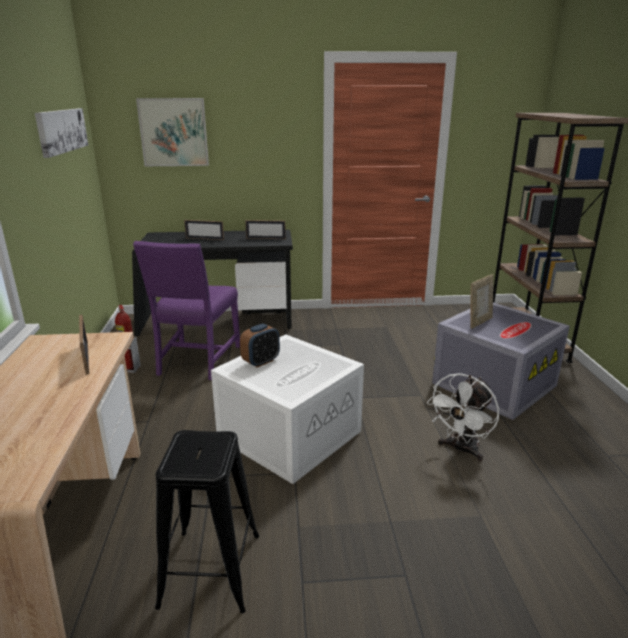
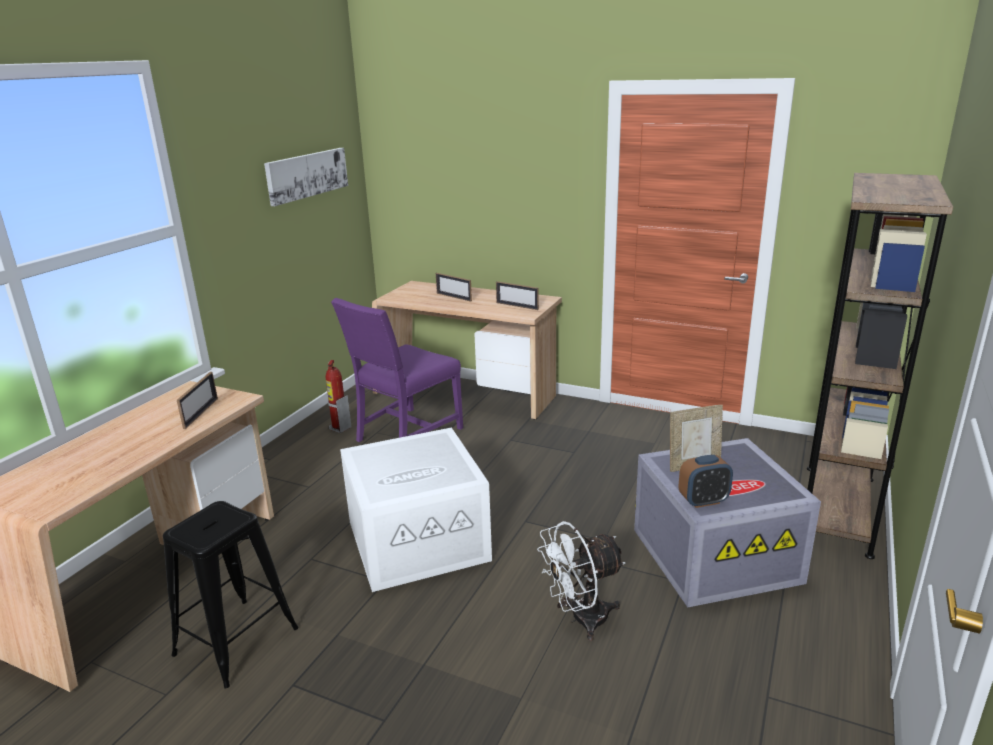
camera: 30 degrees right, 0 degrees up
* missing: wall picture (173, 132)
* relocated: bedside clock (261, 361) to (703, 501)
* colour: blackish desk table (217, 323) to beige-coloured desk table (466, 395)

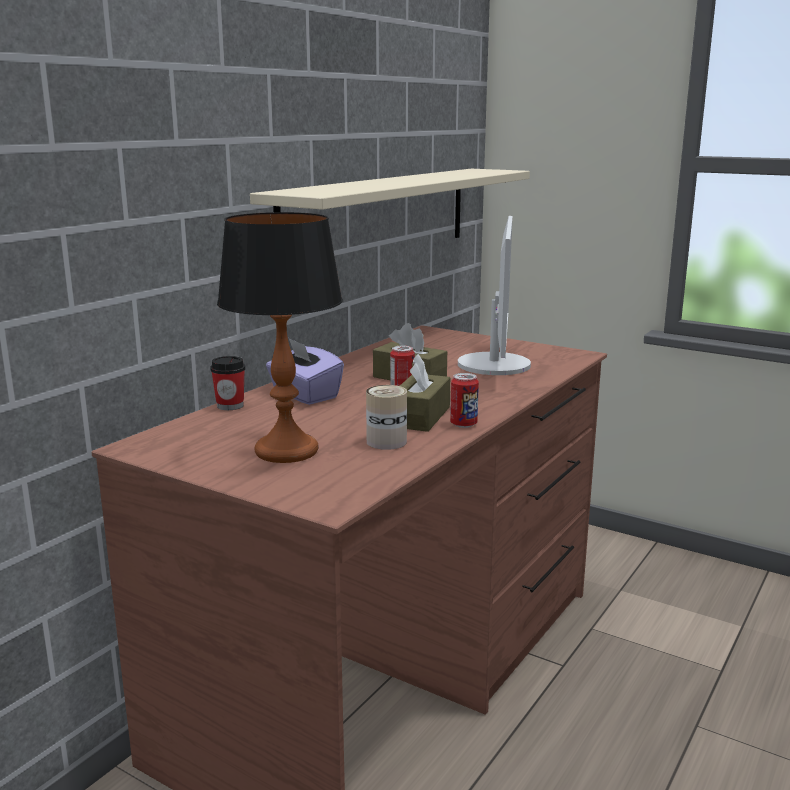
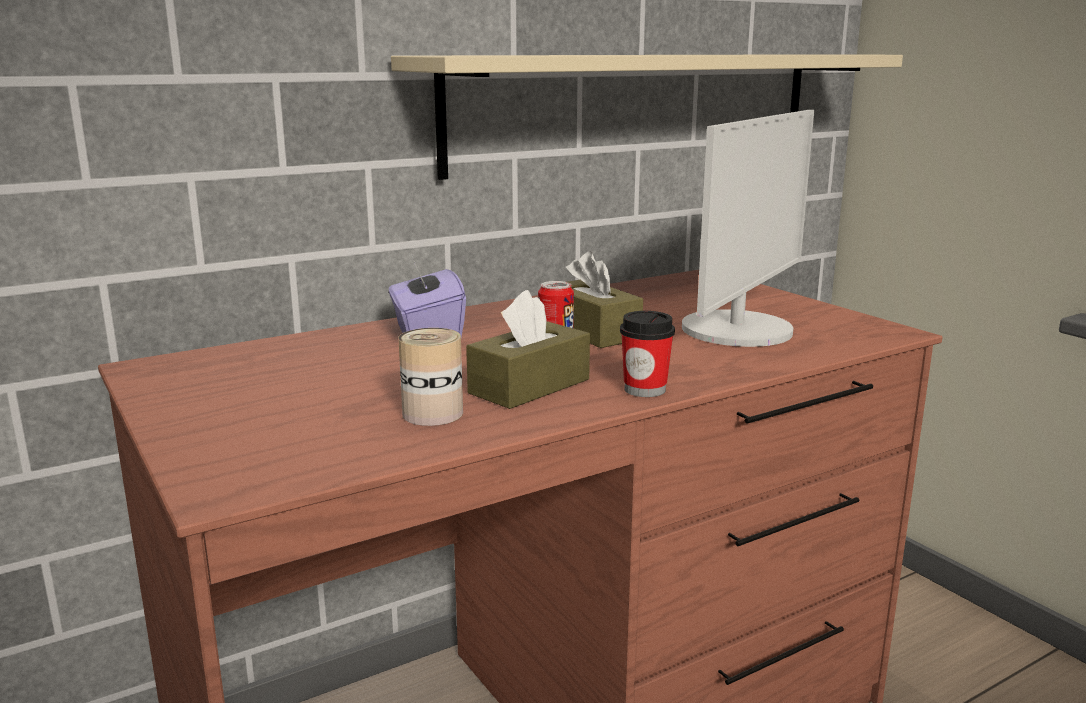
camera: 25 degrees right, 0 degrees up
* missing: tabletop lamp (286, 451)
* missing: sealed can (463, 424)
* relocated: cup (230, 406) to (645, 389)

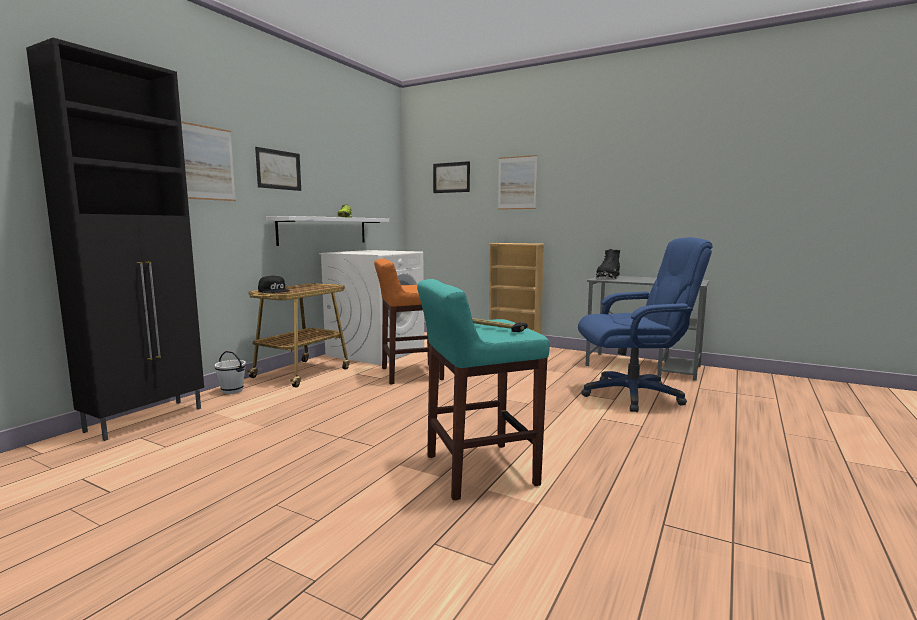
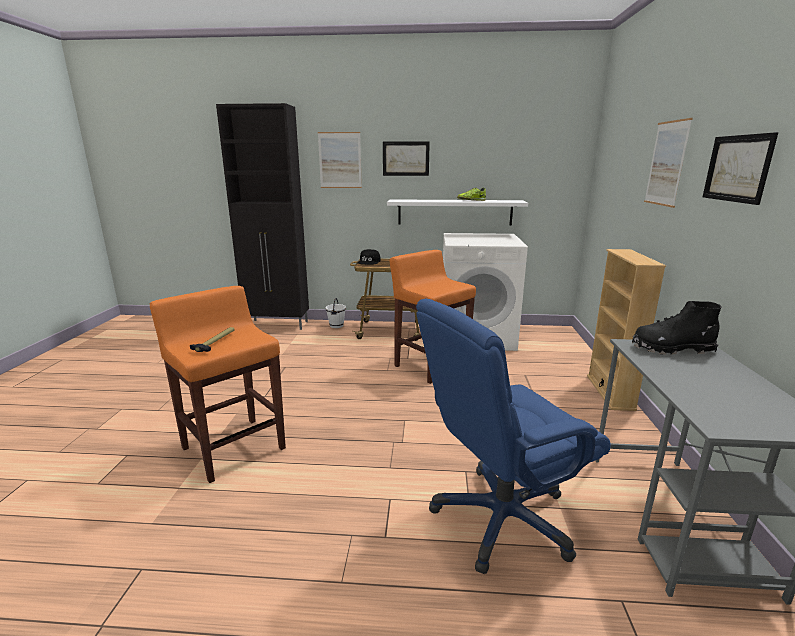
camera: 65 degrees right, 10 degrees up
* relocated: wall picture (451, 177) to (737, 168)
* colour: turquoise-coloured stool seat (478, 470) to orange-coloured stool seat (233, 447)
* spun: blue office chair (633, 395) = (501, 519) 90 degrees clockwise

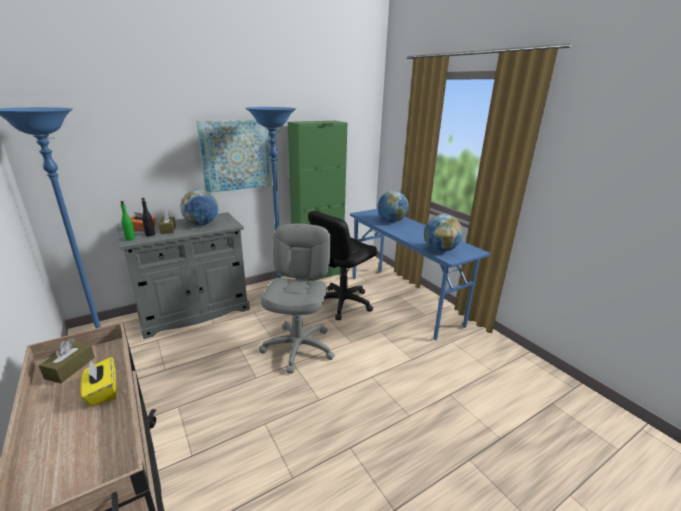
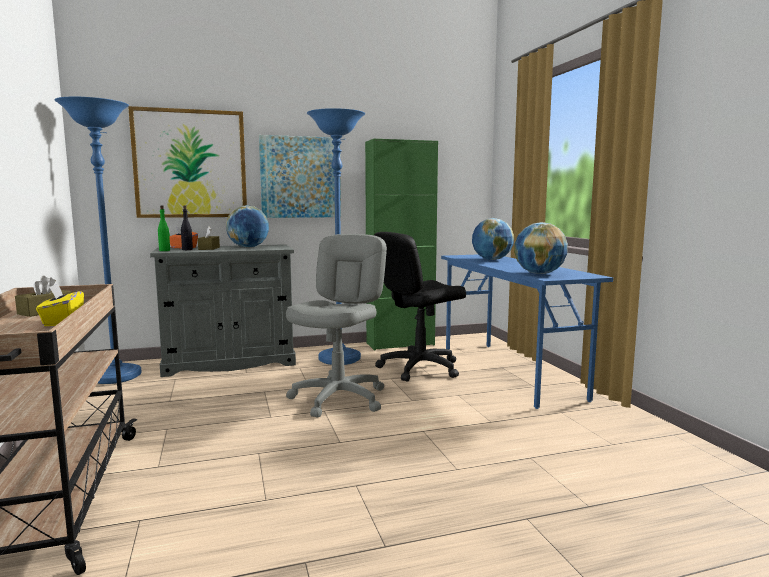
camera: 15 degrees right, 15 degrees down
* appeared: wall picture (190, 164)

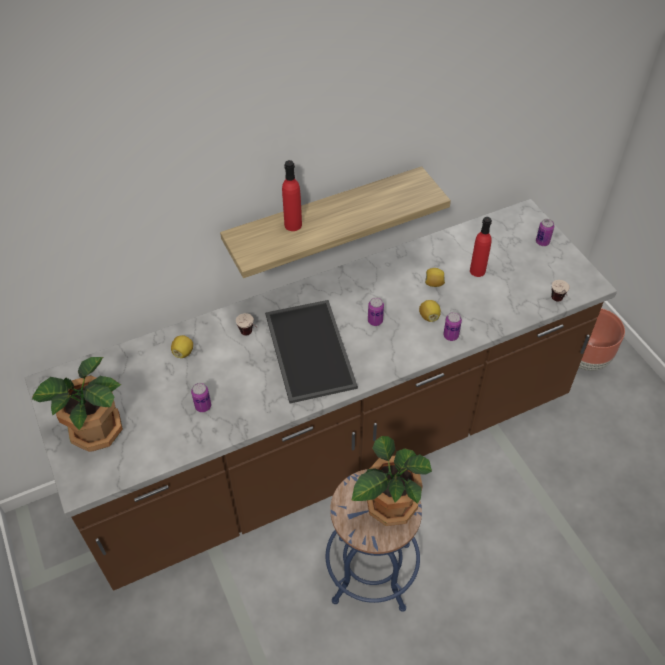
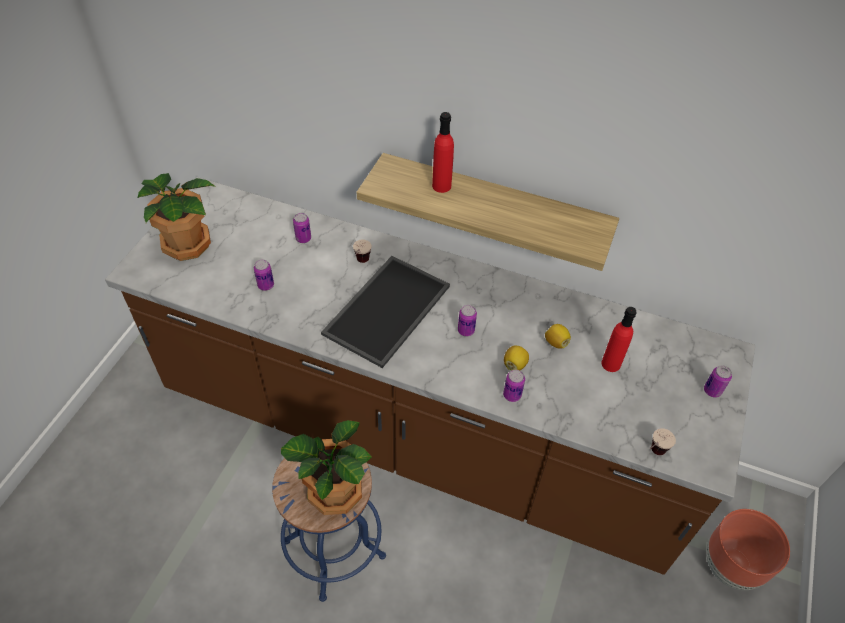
camera: 45 degrees right, 0 degrees up
* exchanged: citrus fruit (183, 352) to sealed can (303, 238)

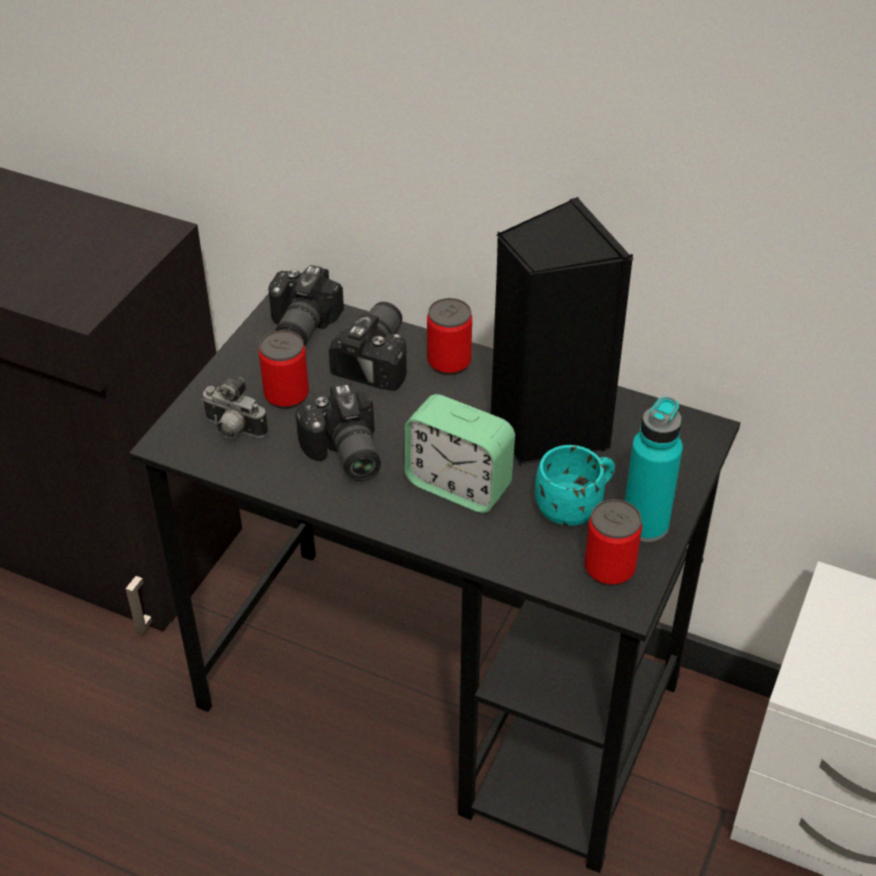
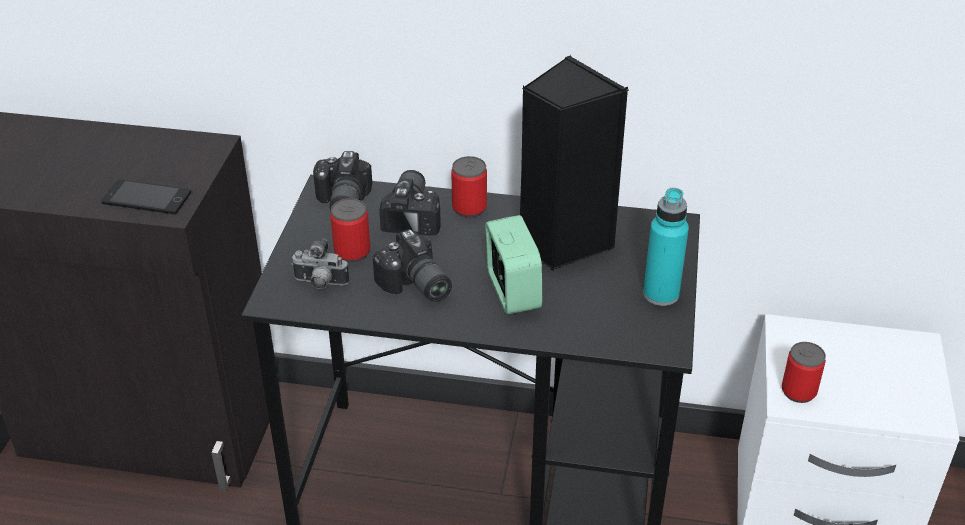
camera: 15 degrees left, 5 degrees down
* missing: turquoise-coloured coffee mug (575, 506)
* appeared: phone (146, 198)
* relocated: sealed can (609, 568) to (798, 391)
* spun: bedside clock (458, 485) = (512, 292) 120 degrees counterclockwise

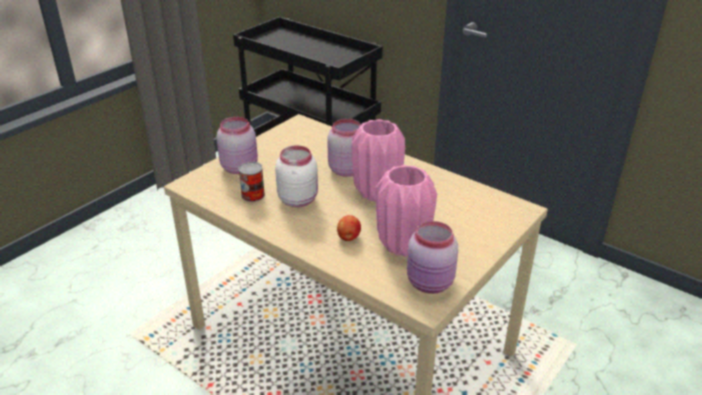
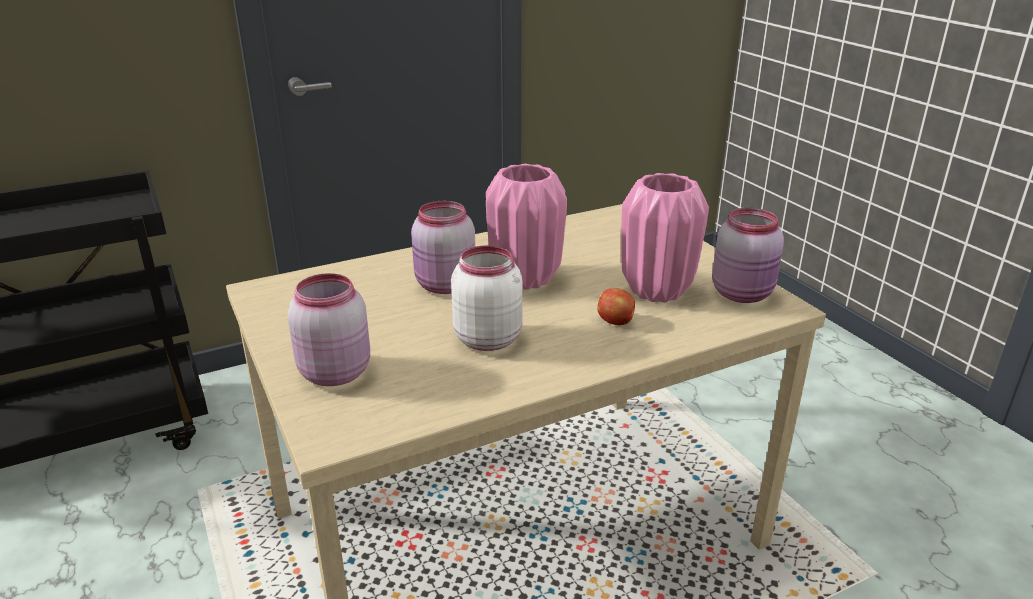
camera: 65 degrees left, 5 degrees down
* missing: sealed can (253, 195)

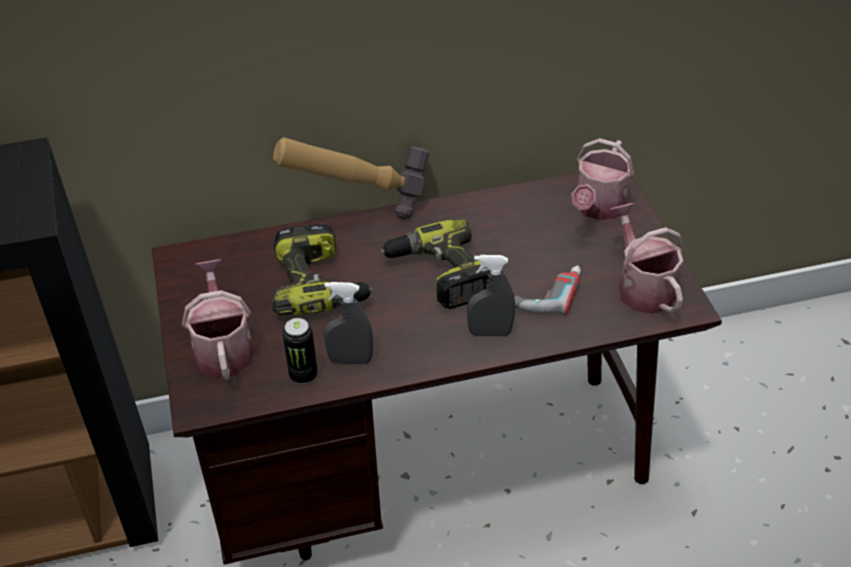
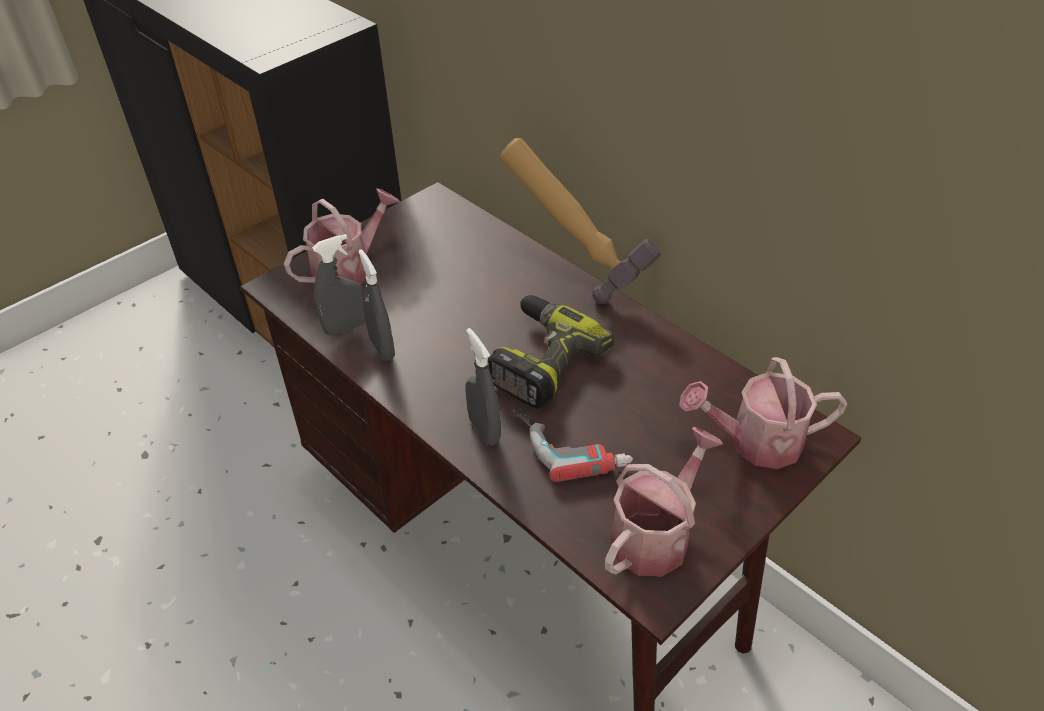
camera: 60 degrees right, 0 degrees up
* missing: electric drill (320, 284)
* exchanged: sealed can (303, 375) to grey hand sprayer (345, 328)

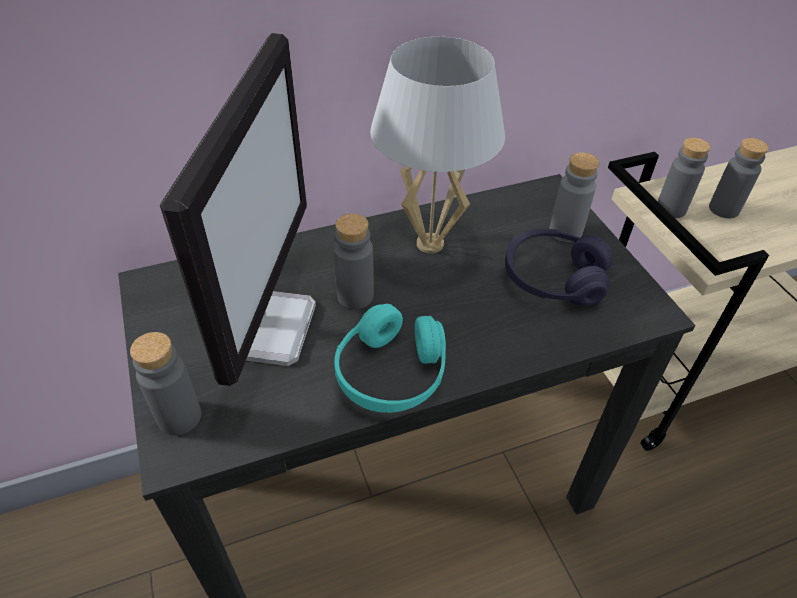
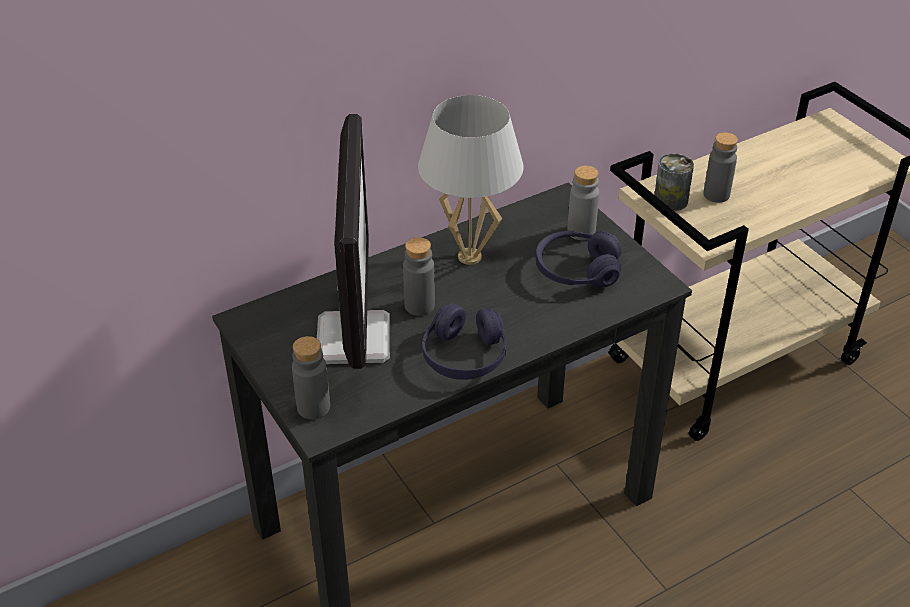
camera: 10 degrees left, 5 degrees down
* exchanged: grey drink bottle (670, 209) to sealed can (670, 200)
* colour: turquoise-coloured headset (391, 373) to purplish headset (464, 356)

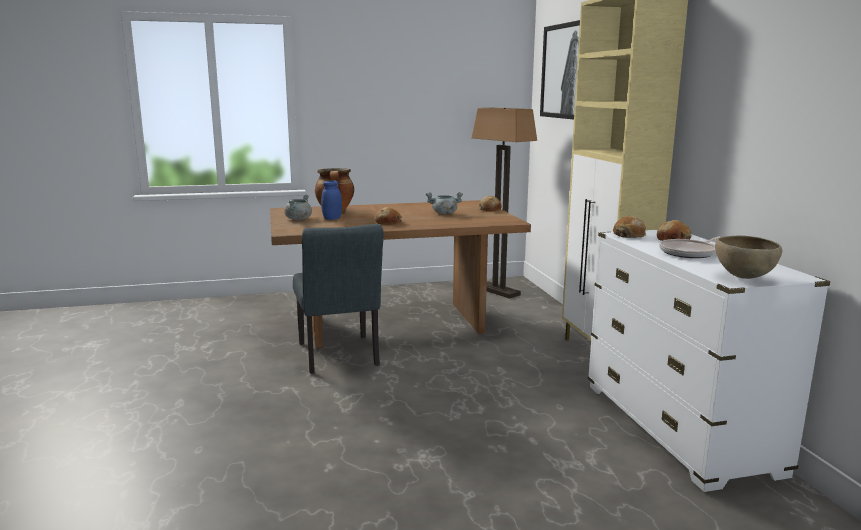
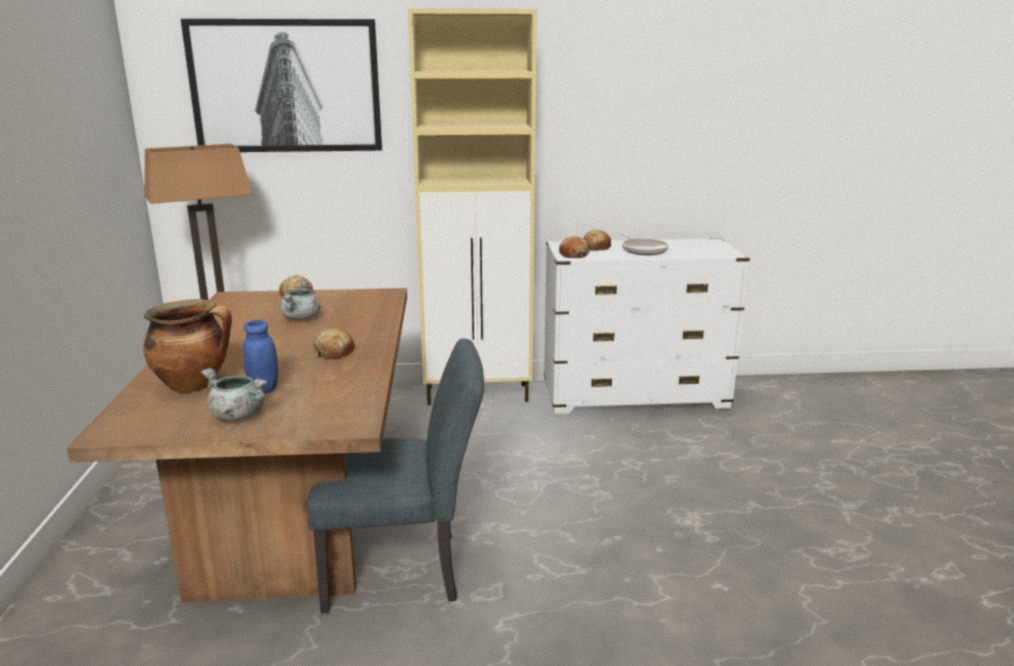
camera: 80 degrees left, 5 degrees up
* missing: brown serving bowl (743, 278)

